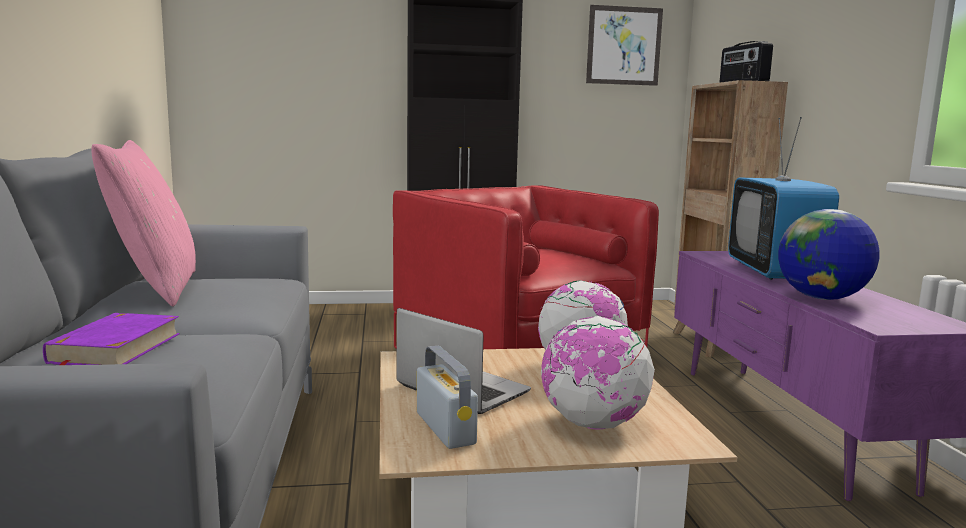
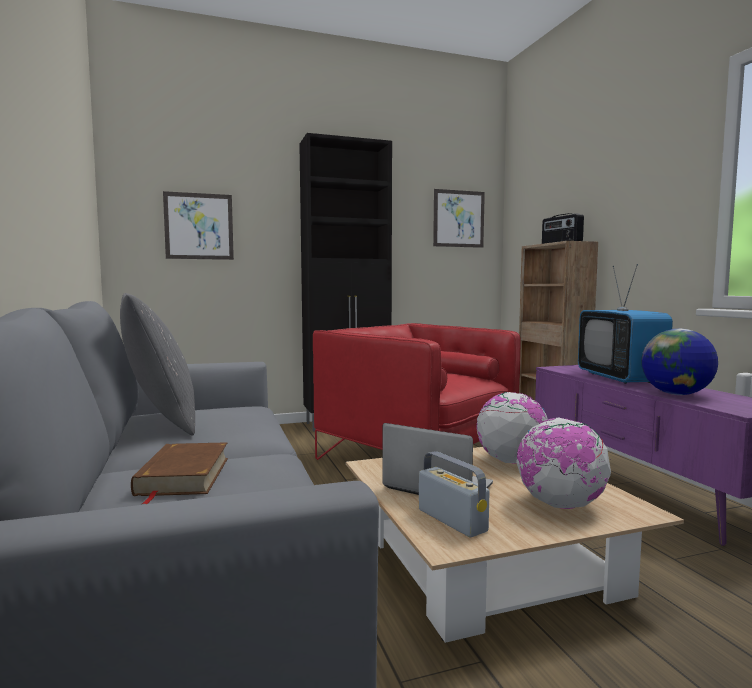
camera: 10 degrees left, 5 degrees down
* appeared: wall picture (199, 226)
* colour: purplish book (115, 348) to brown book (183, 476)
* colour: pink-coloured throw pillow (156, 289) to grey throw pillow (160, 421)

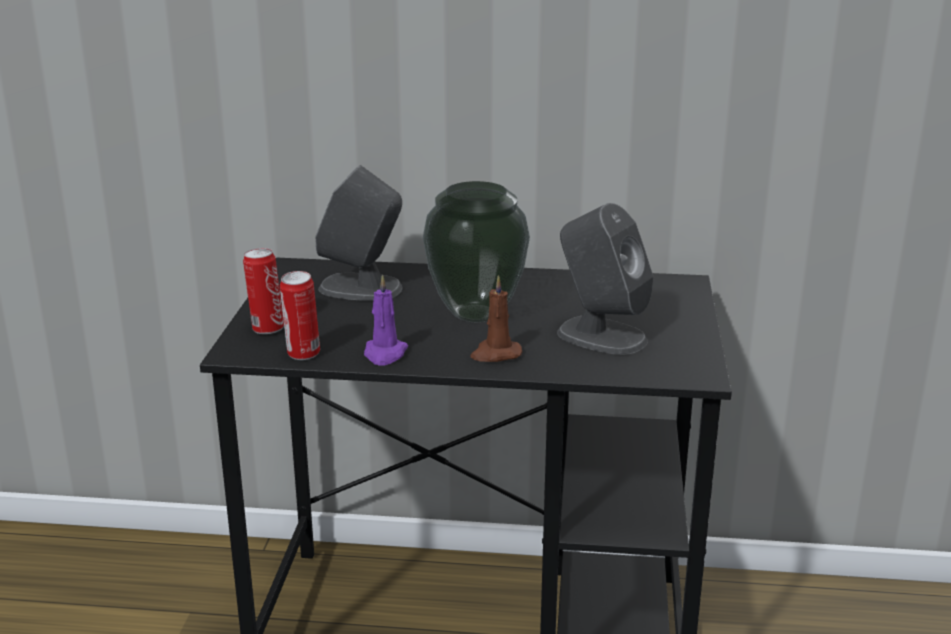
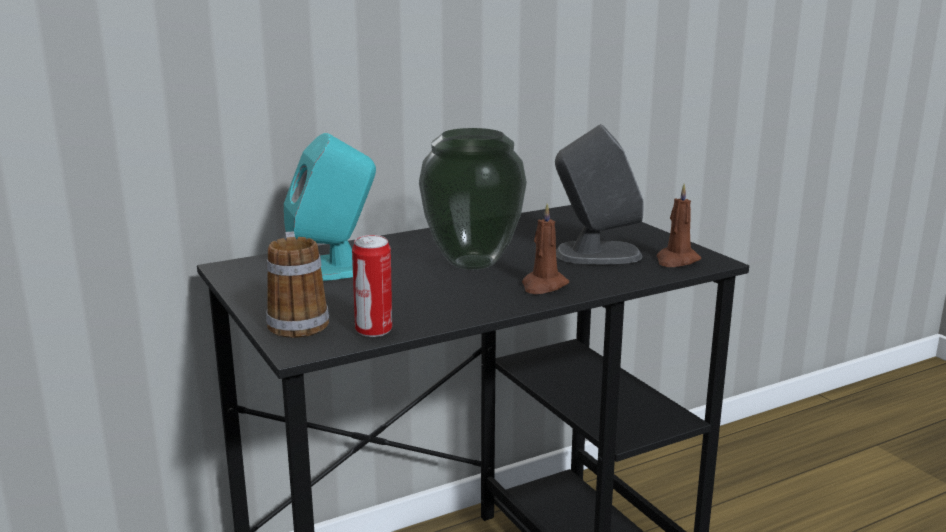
camera: 35 degrees left, 5 degrees down
* missing: purplish wax light (385, 354)
* appeared: brown wax light (676, 260)
* exchanged: sealed can (266, 328) to coffee mug (297, 321)
* colour: grey loudspeaker (362, 288) to turquoise-coloured loudspeaker (333, 268)

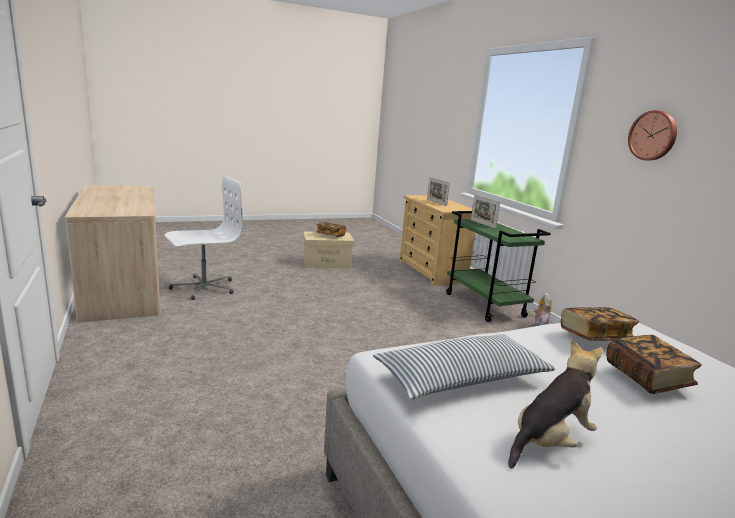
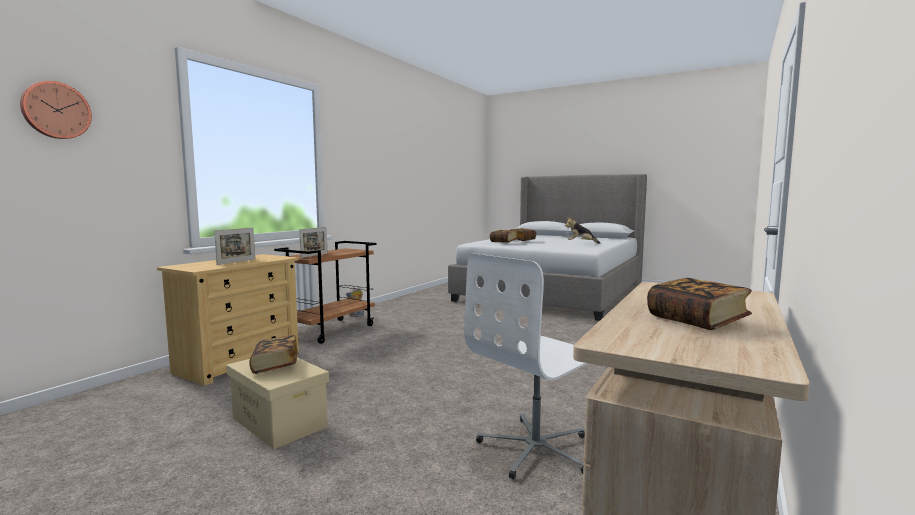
camera: 125 degrees left, 10 degrees down
* missing: throw pillow (461, 379)
* appeared: book (696, 321)
* relocated: clock on the wall (653, 135) to (56, 110)
* colour: green cart (485, 305) to brown cart (331, 330)
* spun: white-coloured office chair (203, 287) = (536, 449) 60 degrees counterclockwise

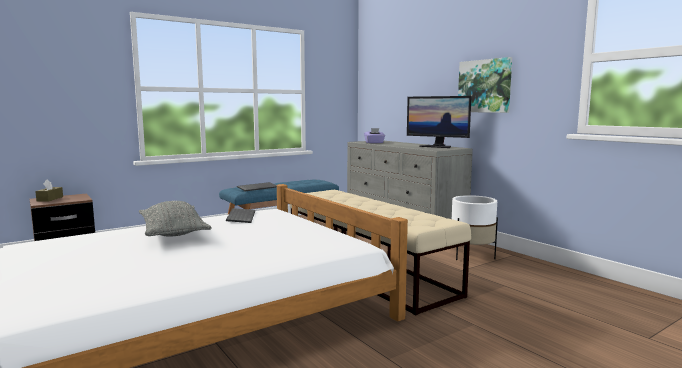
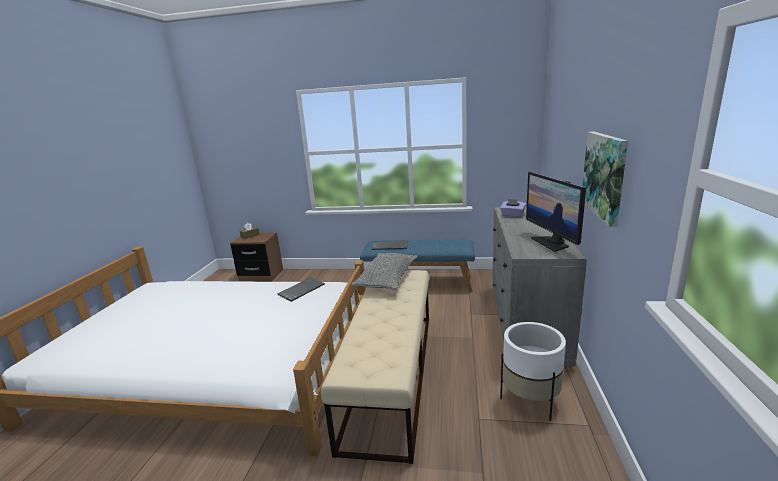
camera: 45 degrees right, 10 degrees up
* relocated: grey throw pillow (173, 232) to (387, 279)

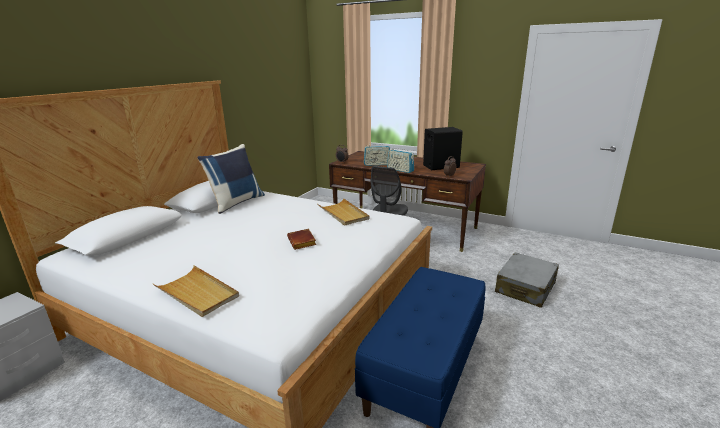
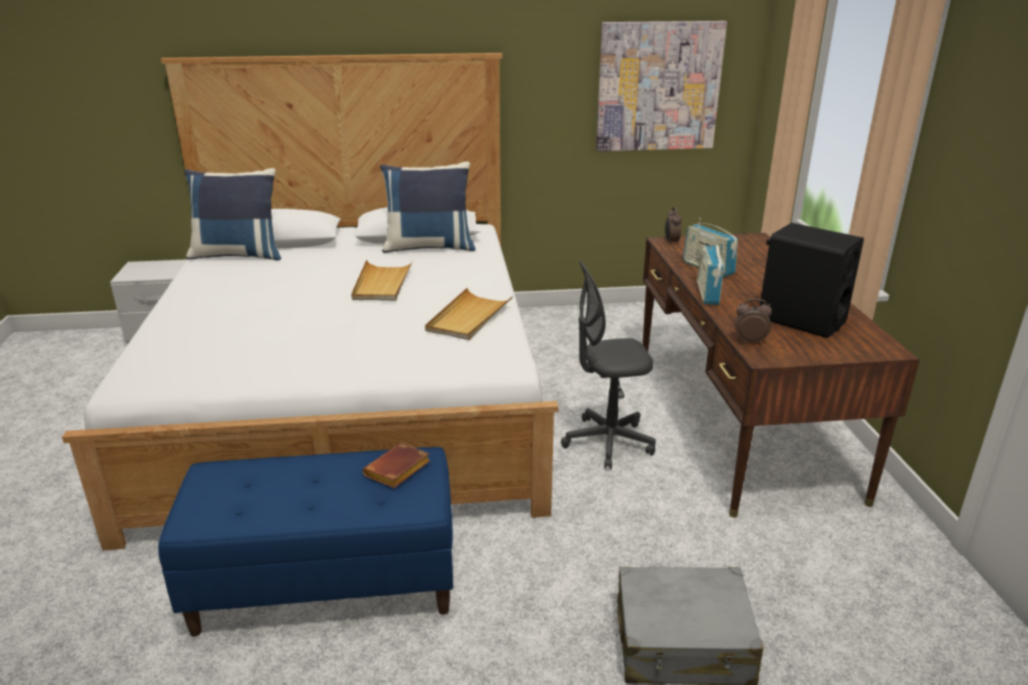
camera: 55 degrees right, 5 degrees up
* appeared: blue throw pillow (238, 254)
* appeared: wall picture (658, 87)
* relocated: beige-coloured tray (197, 293) to (382, 284)
* relocated: brown book (303, 242) to (397, 471)

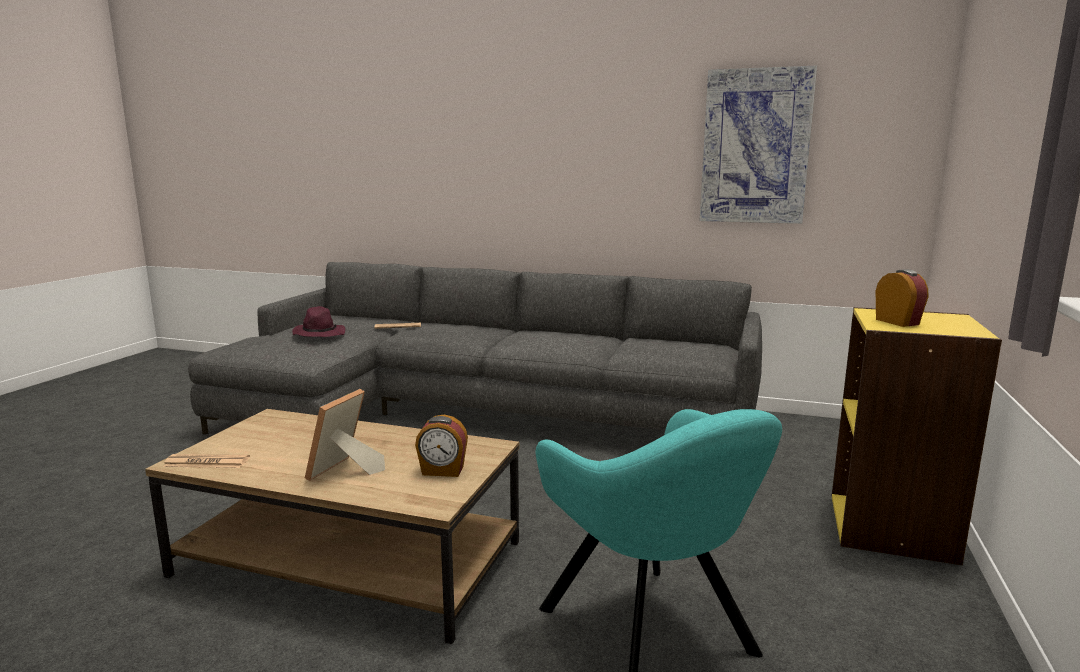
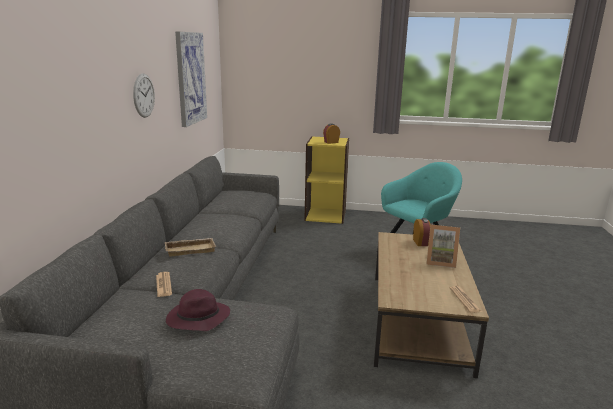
camera: 100 degrees left, 5 degrees up
* appeared: clock on the wall (144, 95)
* appeared: beige-coloured tray (191, 249)

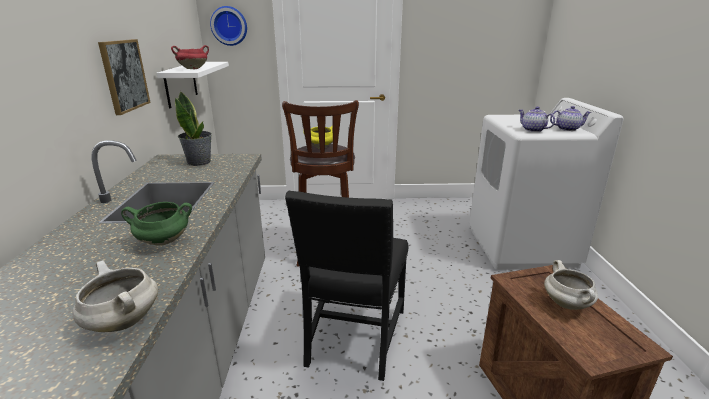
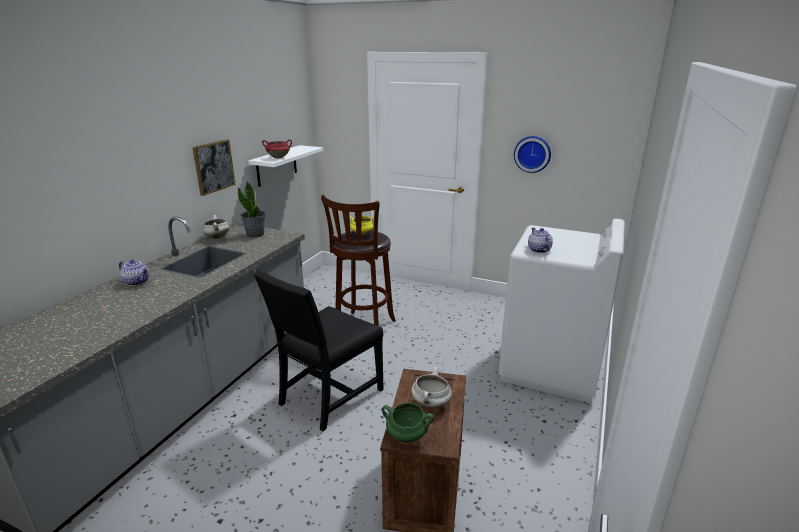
camera: 25 degrees right, 0 degrees up
* relocated: white-coloured stockpot (122, 322) to (217, 237)
* relocated: green stockpot (163, 241) to (406, 436)
* relocated: clock on the wall (229, 26) to (532, 154)
* relocated: tea pot (567, 129) to (137, 282)

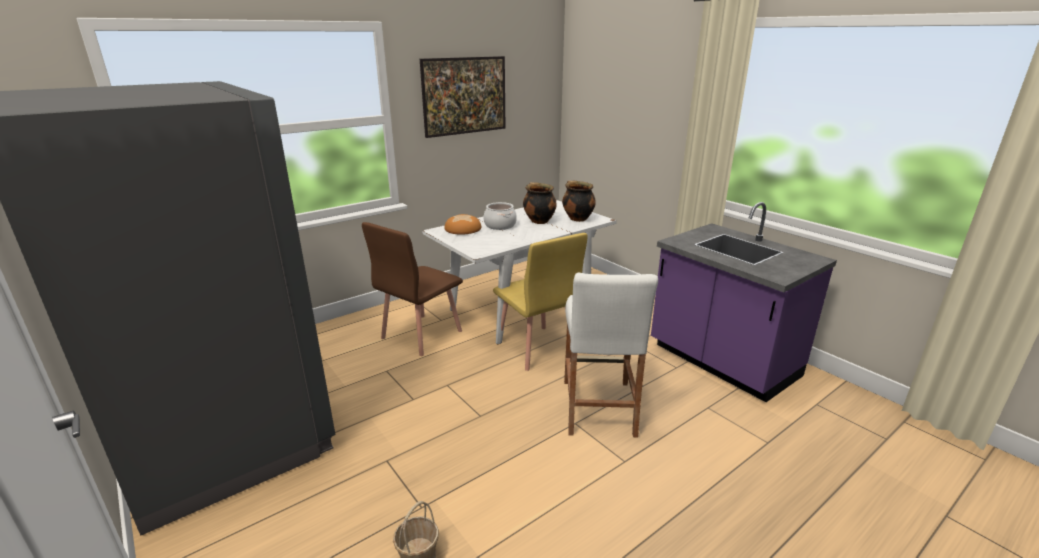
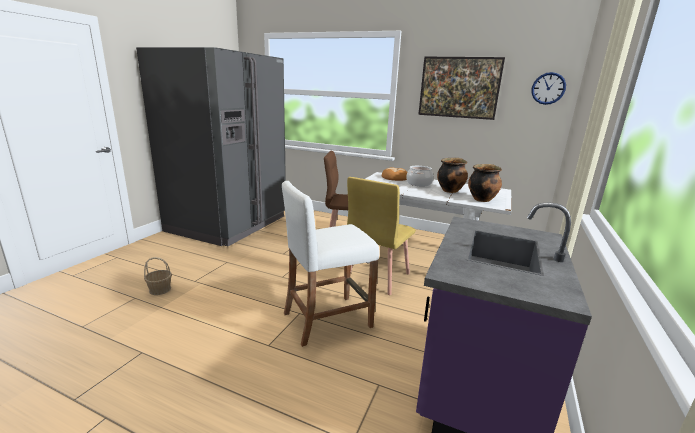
camera: 60 degrees right, 5 degrees down
* appeared: clock on the wall (548, 88)

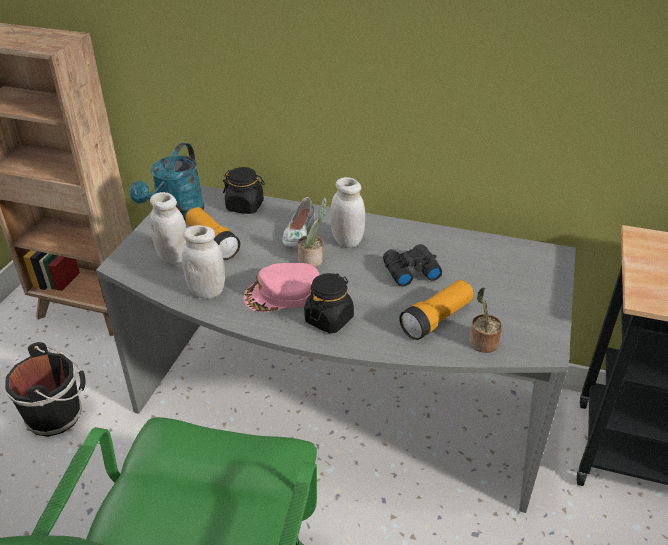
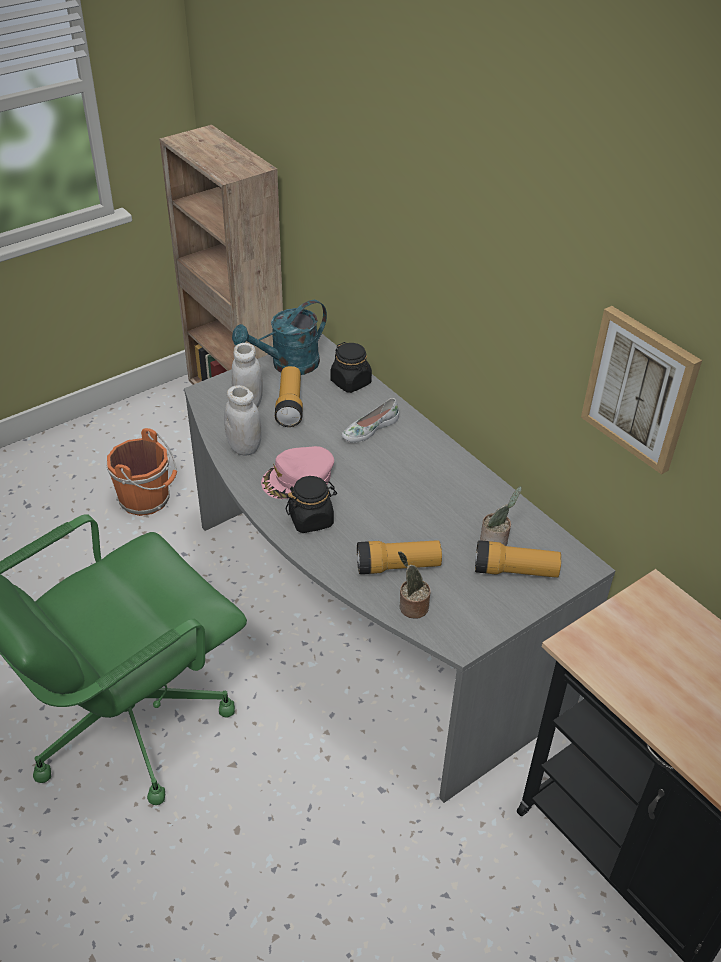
camera: 35 degrees right, 5 degrees up
* missing: white-coloured preserve jar (347, 241)
* missing: blackish pair of binoculars (409, 271)
* appeared: flashlight (515, 571)
* appeared: wall picture (640, 389)
* relocated: houseplant (312, 260) to (496, 540)
* colour: blackish water bucket (57, 415) to orange-coloured water bucket (147, 499)
* spun: pink-coloured baseball cap (282, 293) = (298, 478) 45 degrees counterclockwise

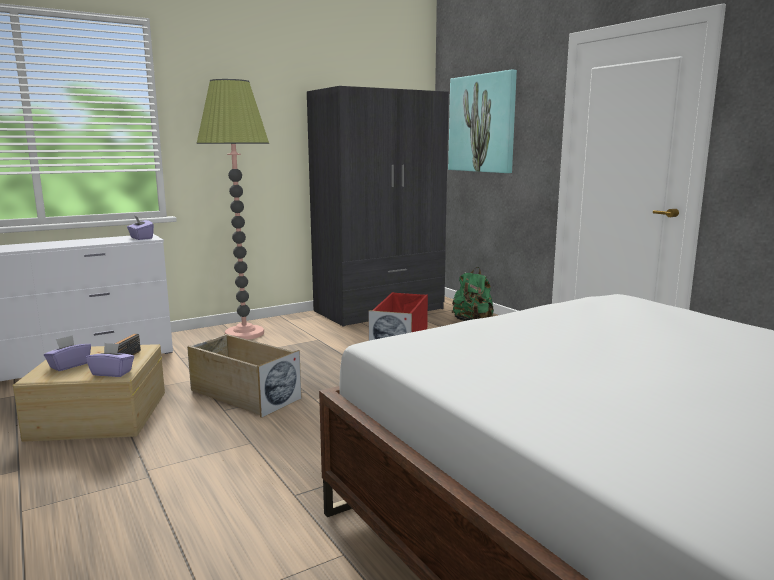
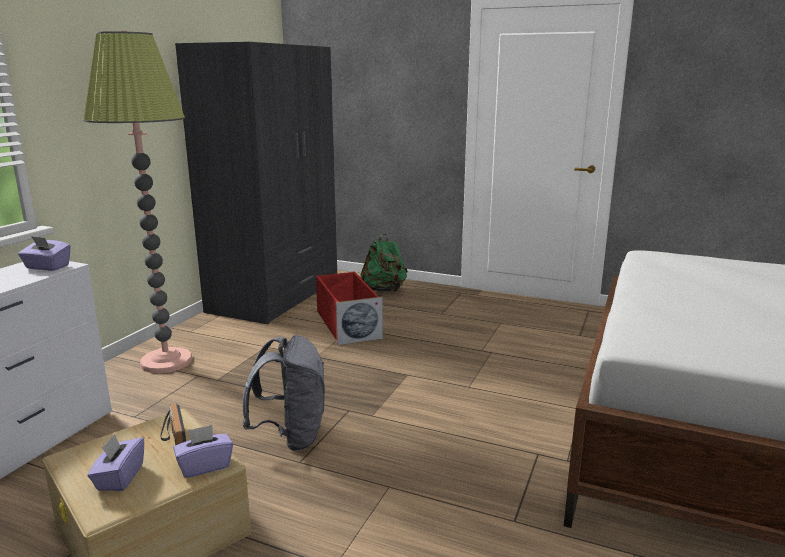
camera: 35 degrees left, 5 degrees up
* missing: wall picture (482, 123)
* exchanged: beige-coloured storage bin (243, 394) to grey rucksack (291, 436)

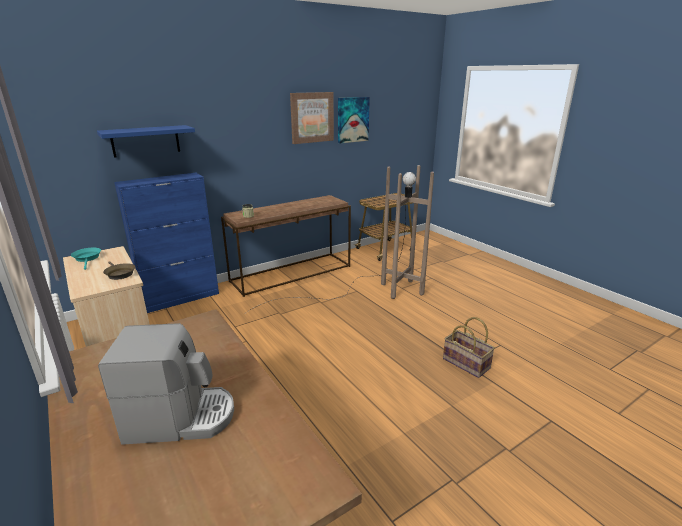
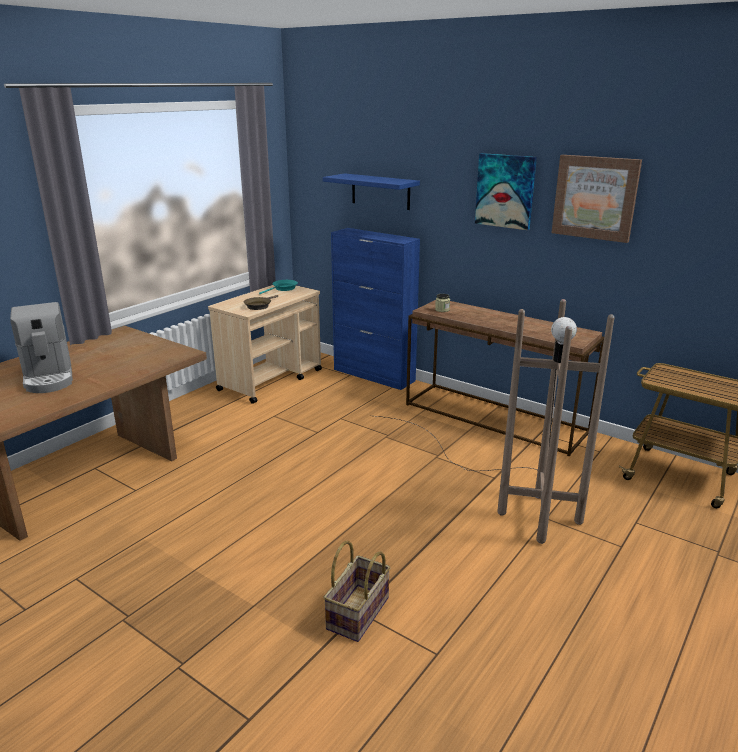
camera: 70 degrees right, 0 degrees up
* relocated: wall picture (352, 119) to (505, 191)

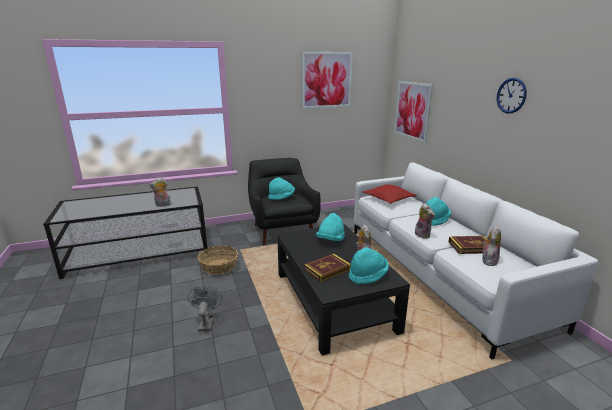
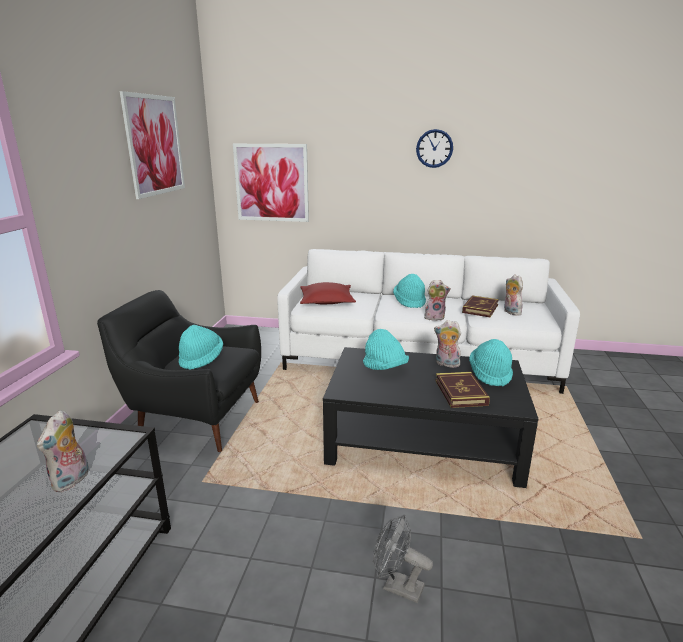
camera: 60 degrees left, 0 degrees up
* missing: basket (219, 267)

